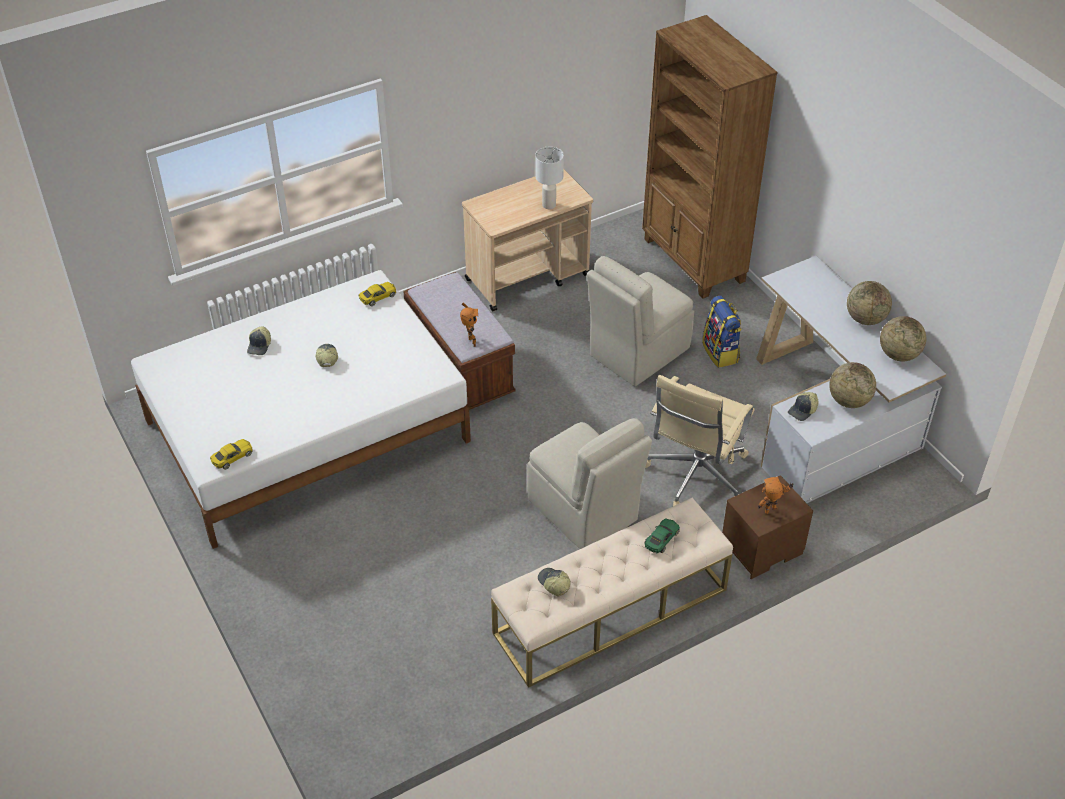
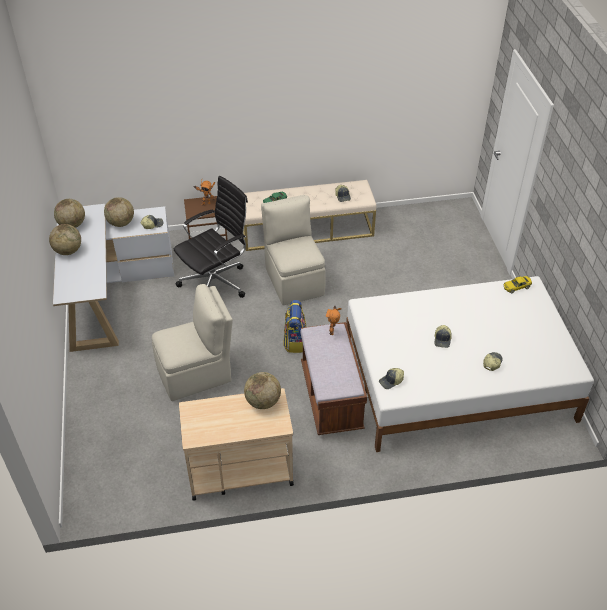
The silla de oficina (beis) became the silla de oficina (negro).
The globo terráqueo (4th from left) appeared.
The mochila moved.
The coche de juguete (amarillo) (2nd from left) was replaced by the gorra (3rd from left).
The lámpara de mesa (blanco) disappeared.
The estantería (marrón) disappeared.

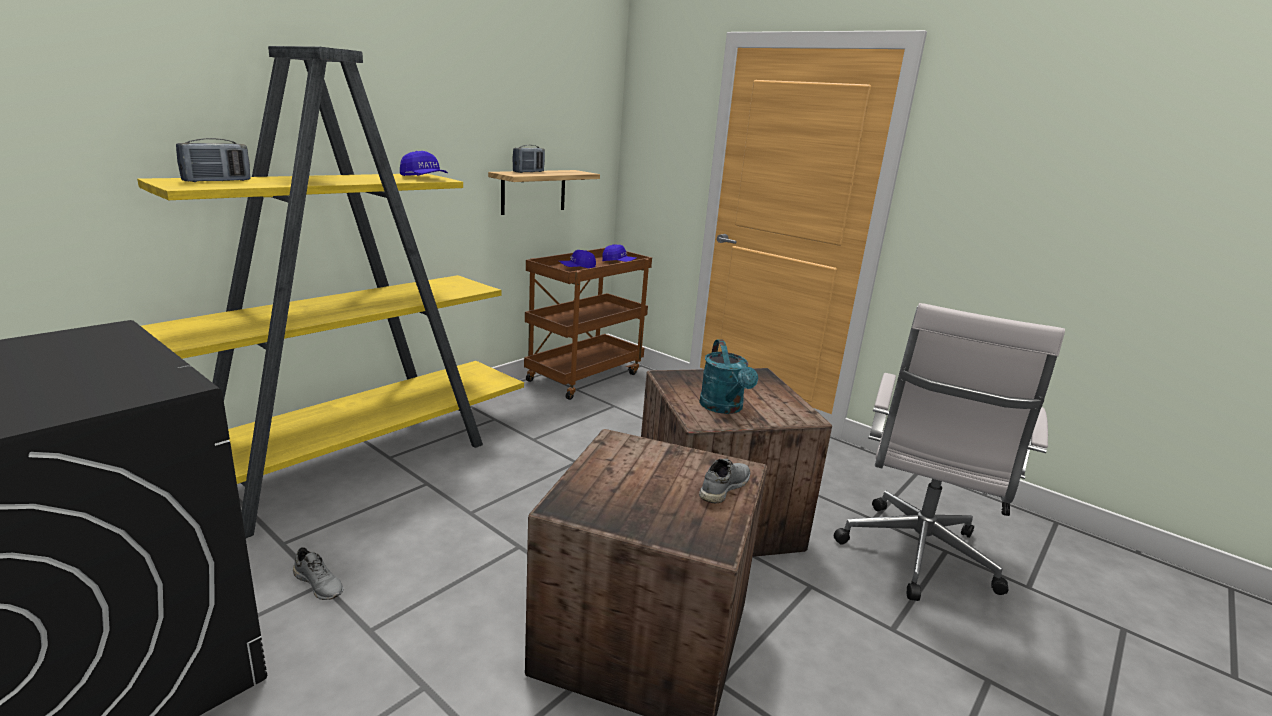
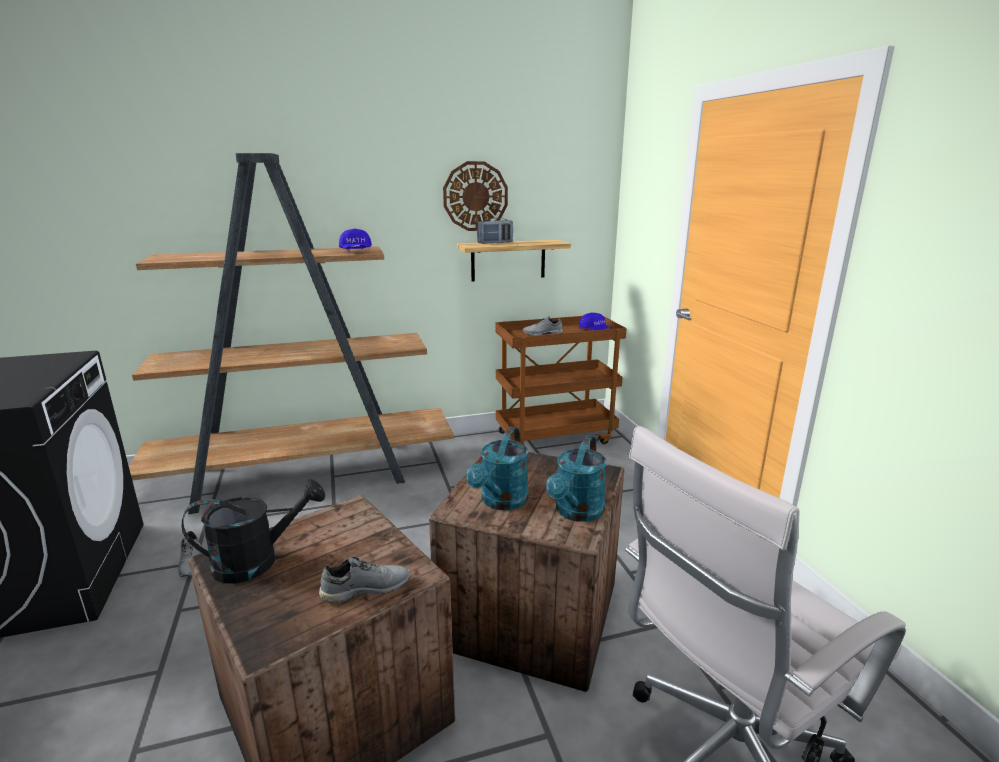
The estantería (amarillo) became the estantería (marrón).
The regadera (negro) appeared.
The reloj de pared appeared.
The gorra (azul) (2nd from left) was replaced by the zapato (gris) (3rd from left).
The regadera (turquesa) (2nd from left) appeared.
The radio (1st from left) disappeared.

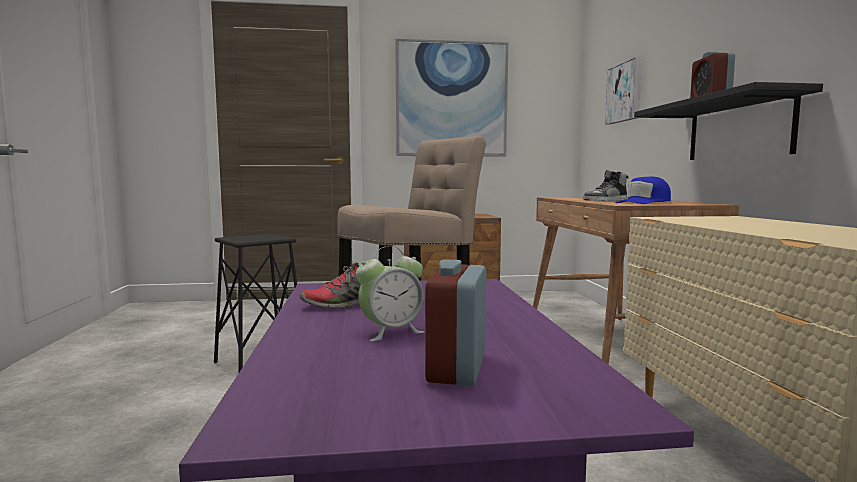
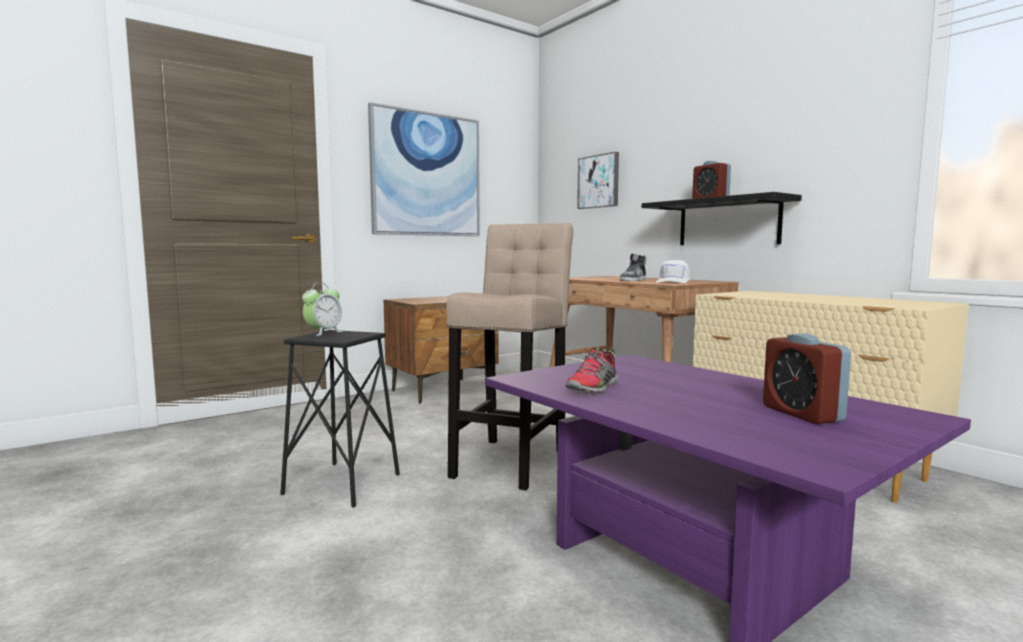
The despertador (1st from left) moved.
The gorra (azul) became the gorra (blanco).

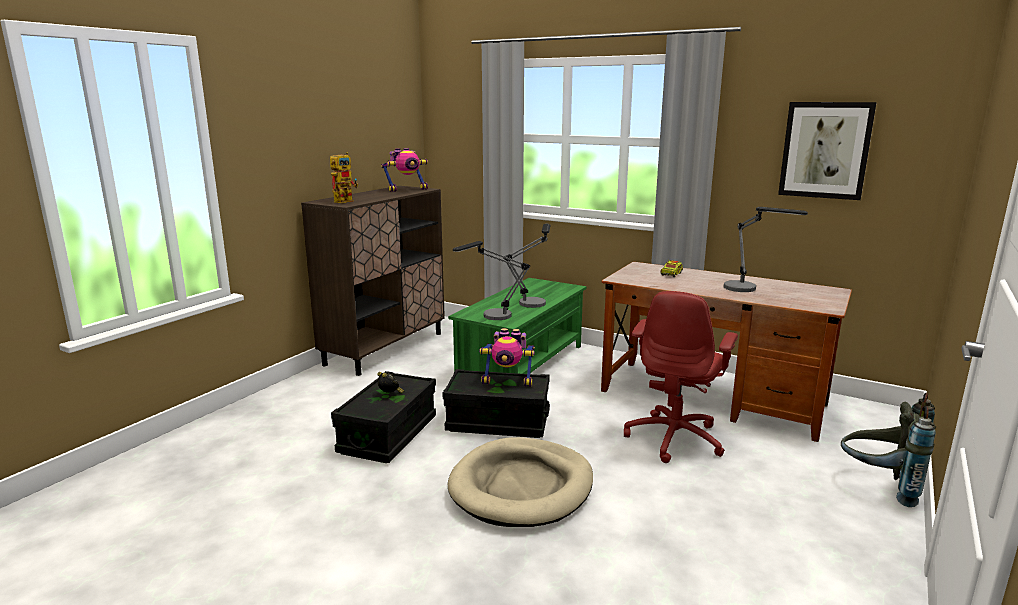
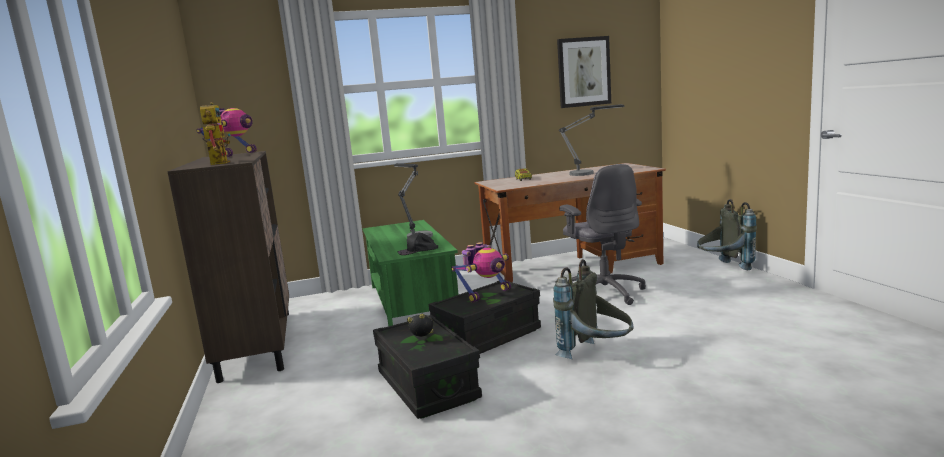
The lámpara de mesa (1st from left) was replaced by the gorra (negro).
The cama para perro (beis) was replaced by the mochila (gris) (1st from left).
The silla de oficina (rojo) became the silla de oficina (gris).

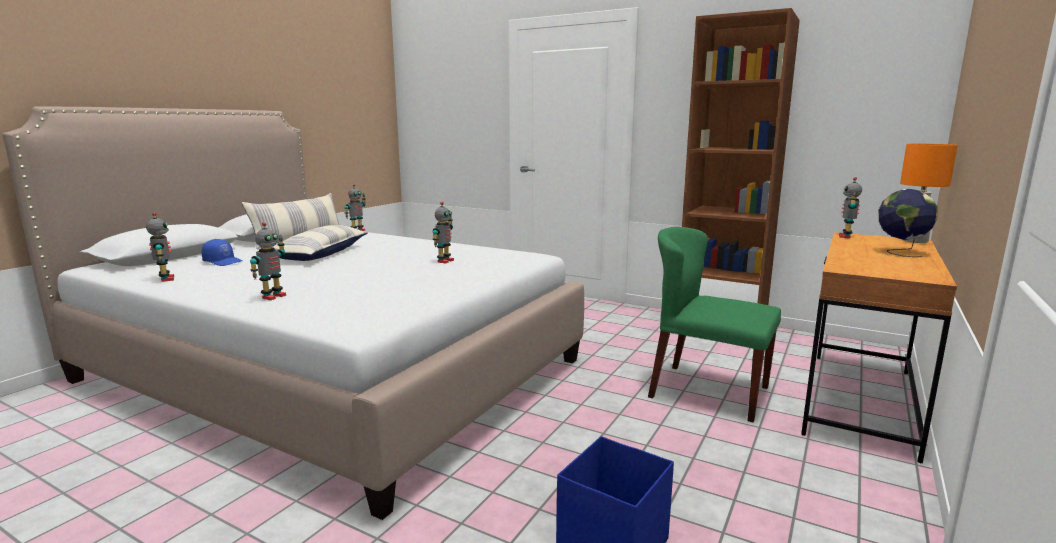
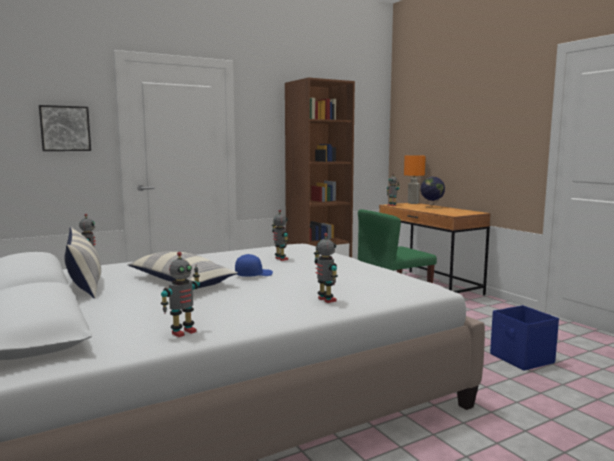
The cuadro appeared.
The robot de juguete (1st from left in the first image) turned 135 degrees clockwise.
The gorra (azul) moved.

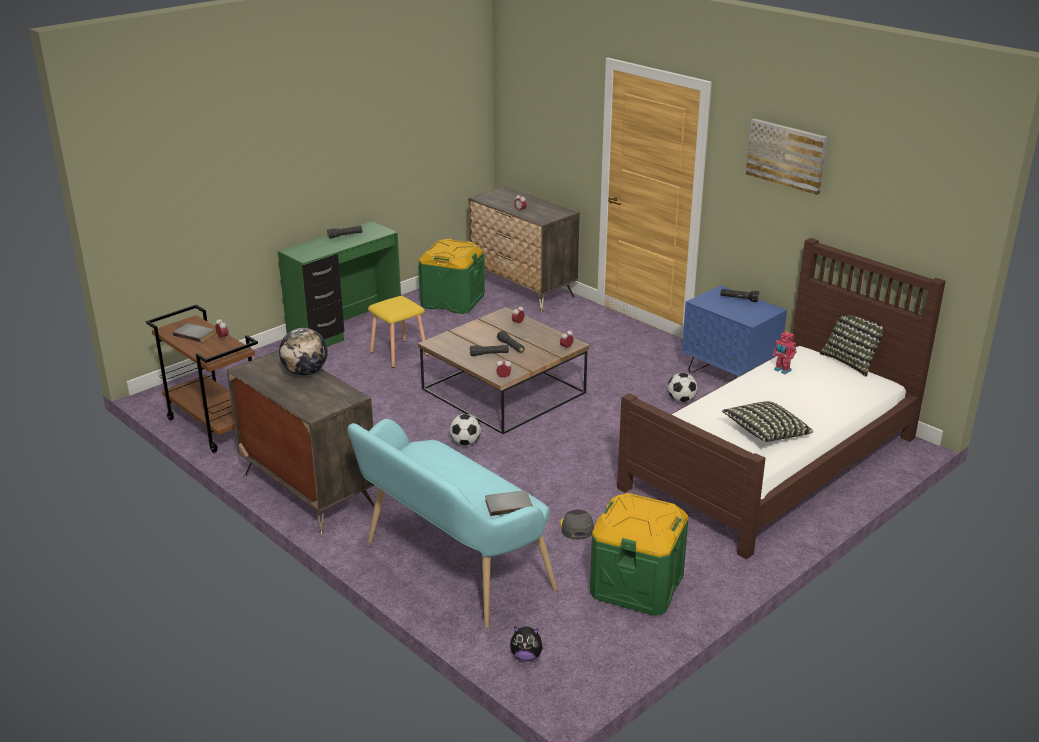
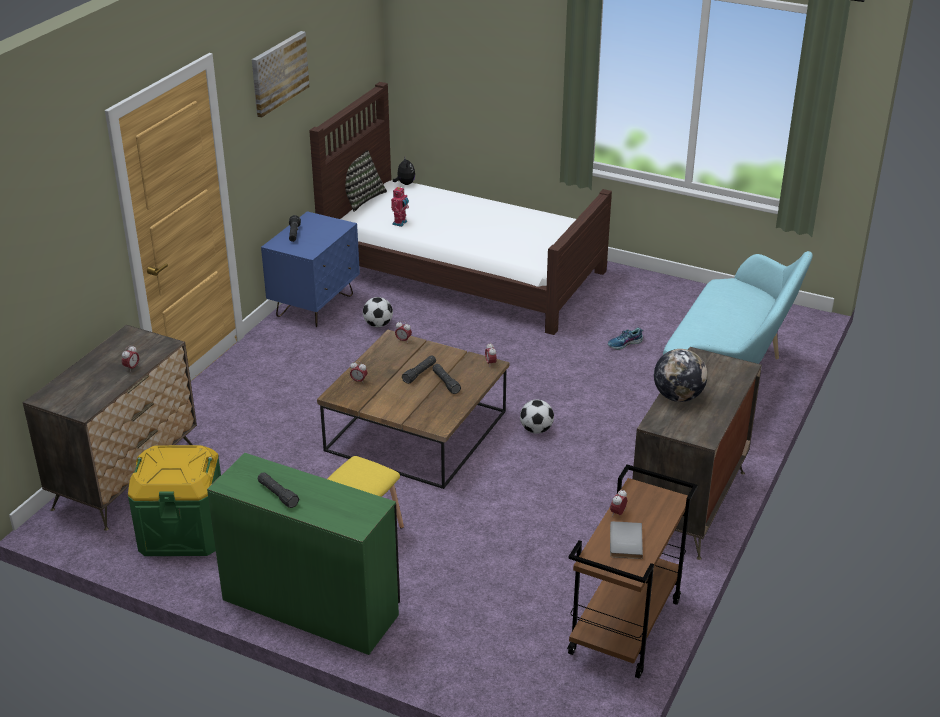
The peluche moved.
The gorra (gris) was replaced by the zapato.
The libro (gris) (2nd from left) disappeared.
The caja de almacenaje (verde) (2nd from left) disappeared.
The cojín (1st from left) disappeared.

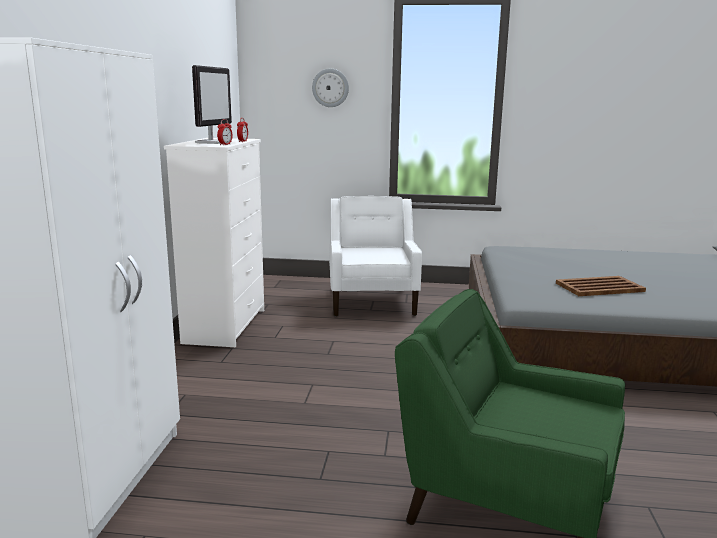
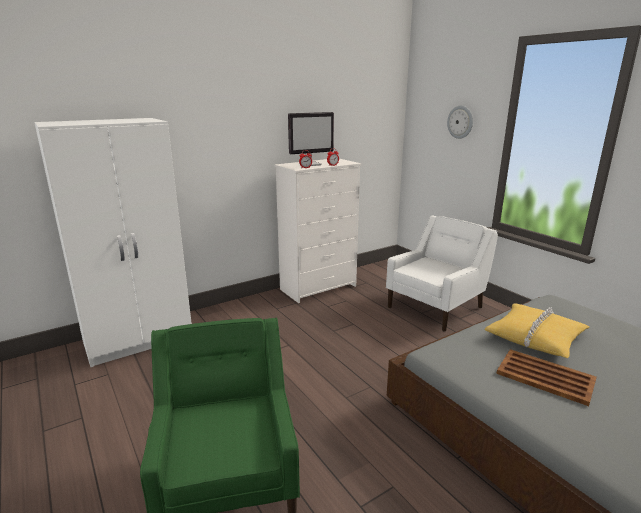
The cojín (amarillo) appeared.

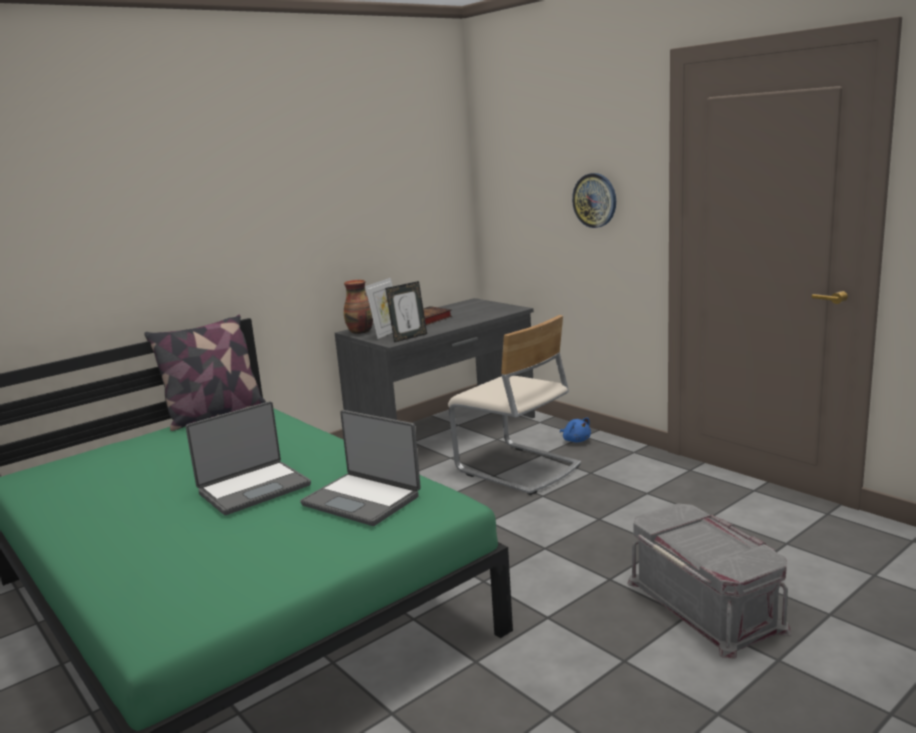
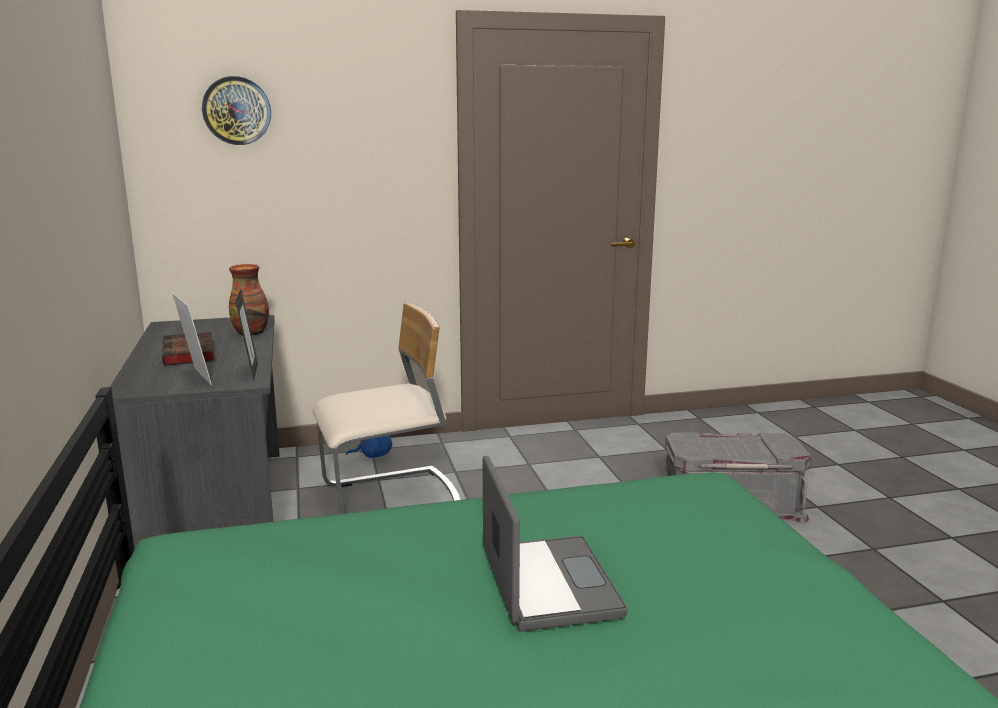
The reloj de pared moved.
The florero moved.
The cojín disappeared.
The portátil (2nd from left) disappeared.

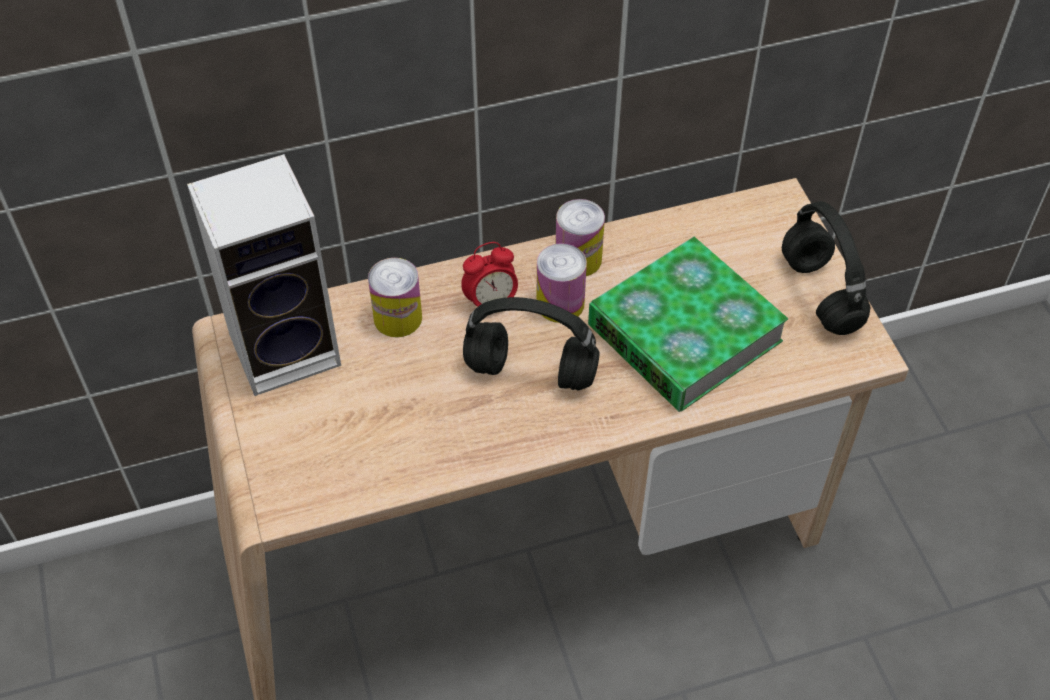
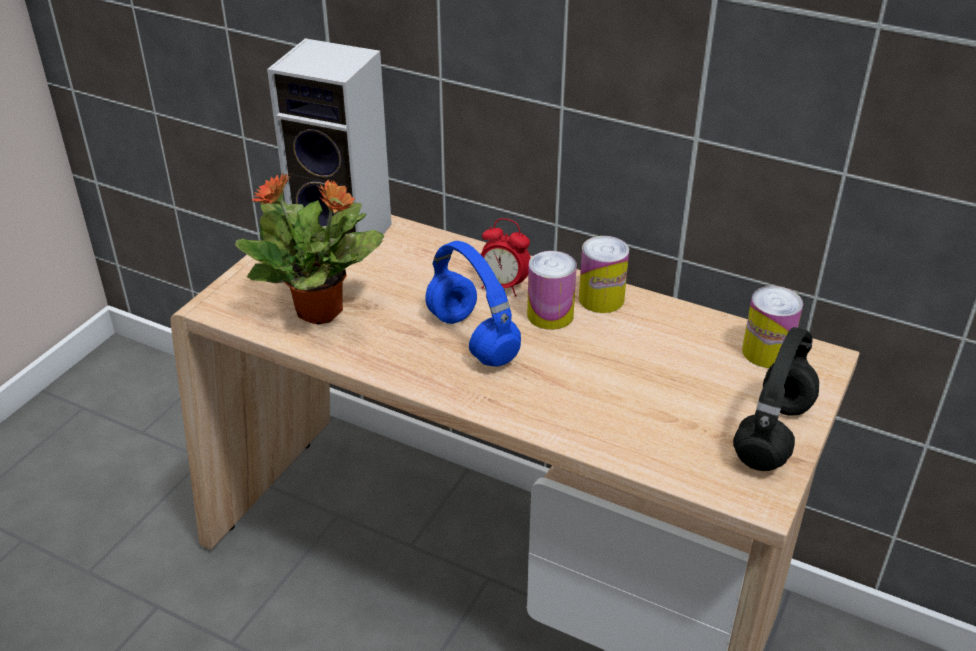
The planta en maceta appeared.
The auriculares (negro) (1st from left) became the auriculares (azul).
The lata (1st from left in the first image) moved.
The libro disappeared.

